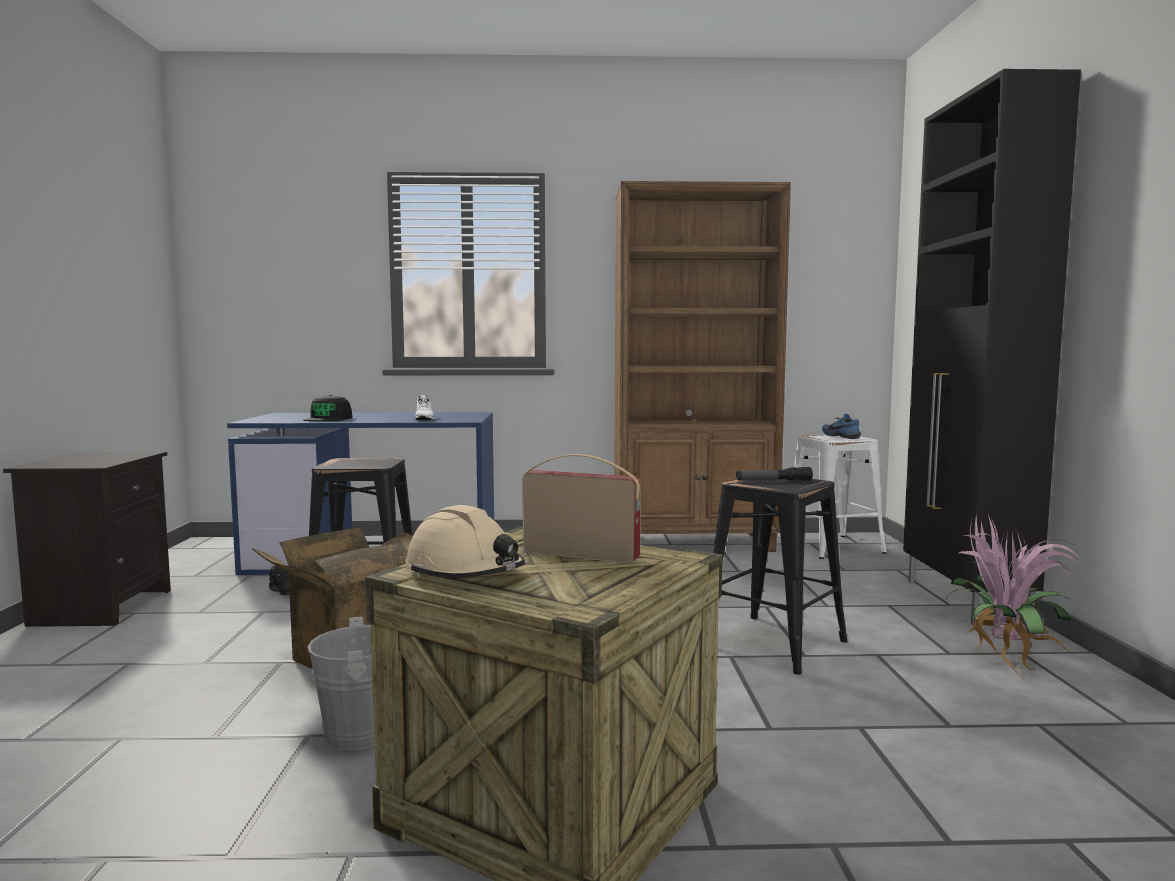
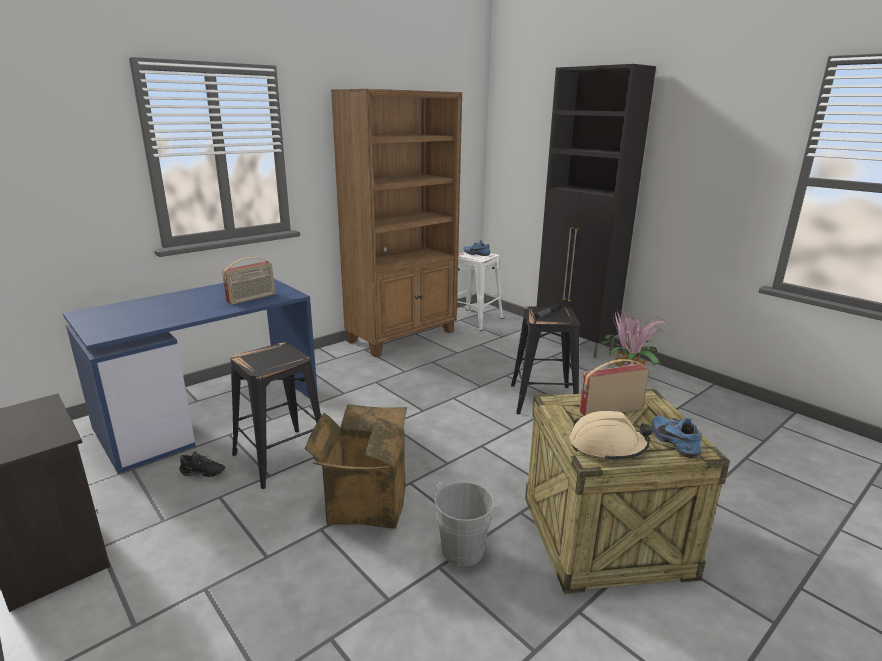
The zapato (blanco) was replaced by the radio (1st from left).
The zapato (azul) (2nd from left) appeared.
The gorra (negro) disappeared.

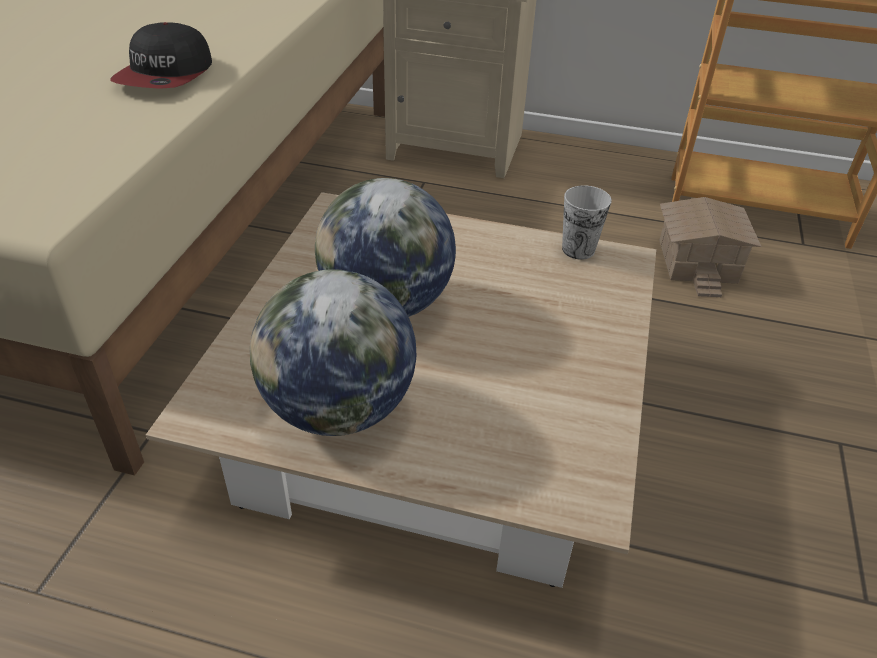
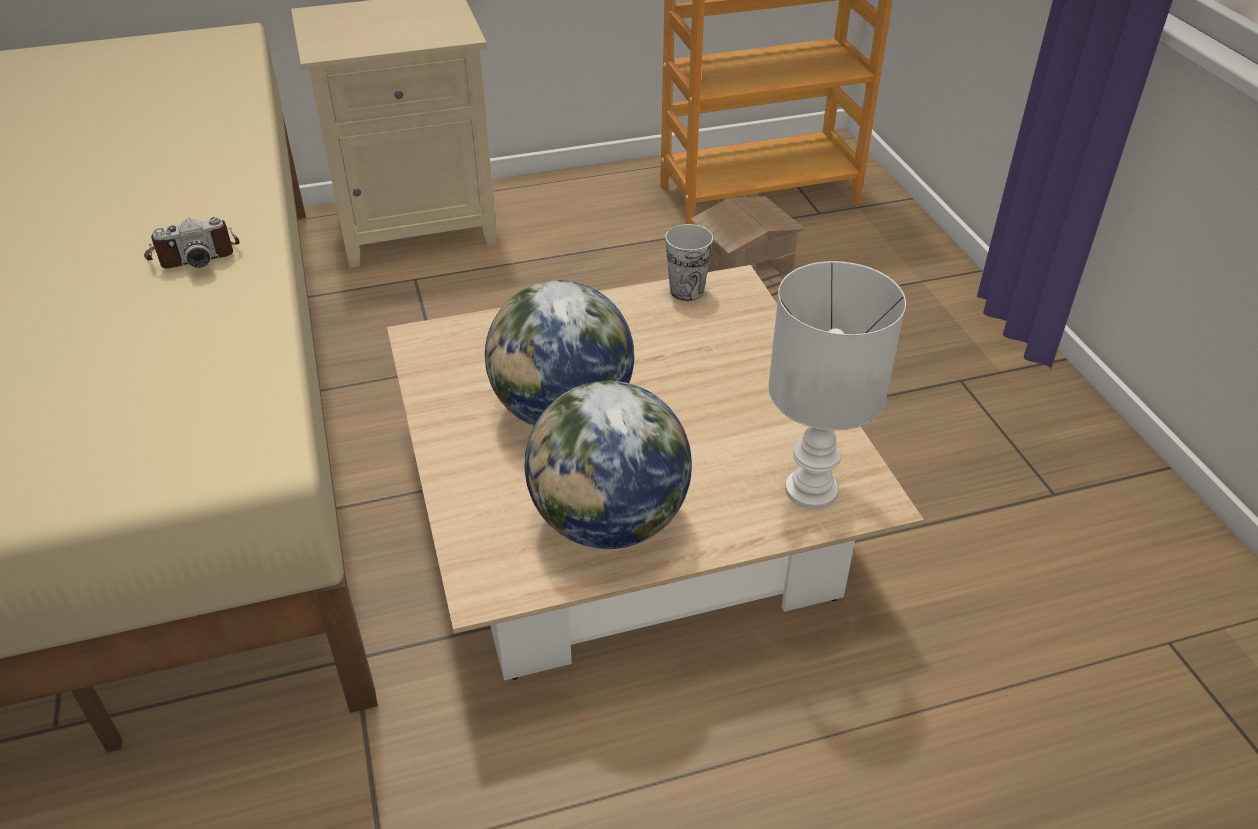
The gorra was replaced by the cámara.
The lámpara de mesa (blanco) appeared.

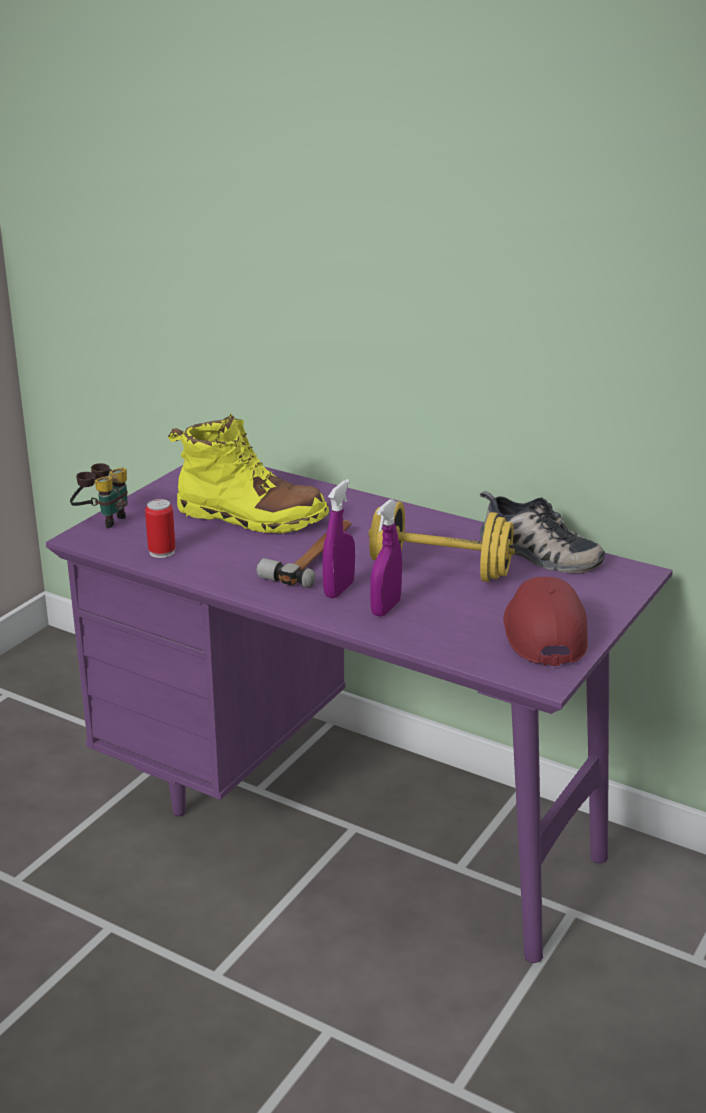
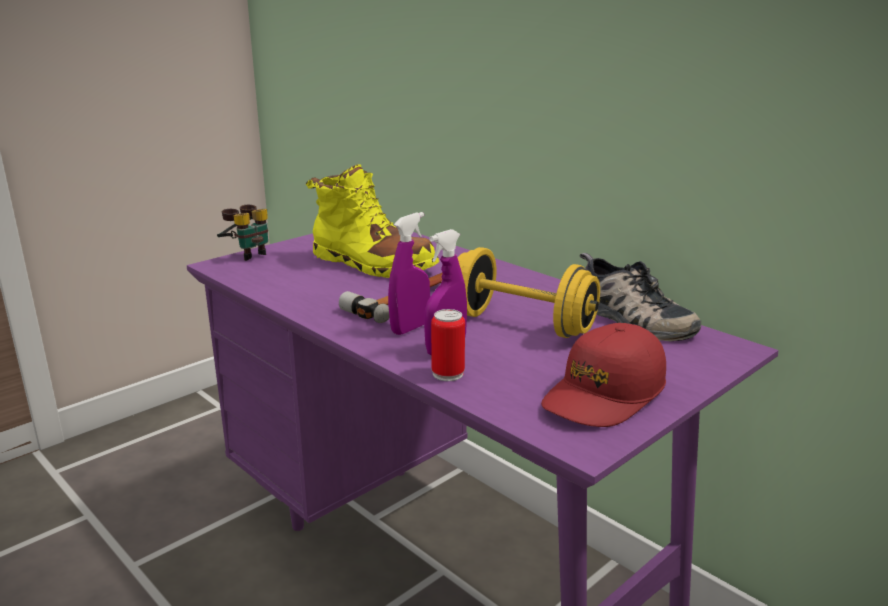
The lata moved.
The gorra (rojo) turned 150 degrees counterclockwise.

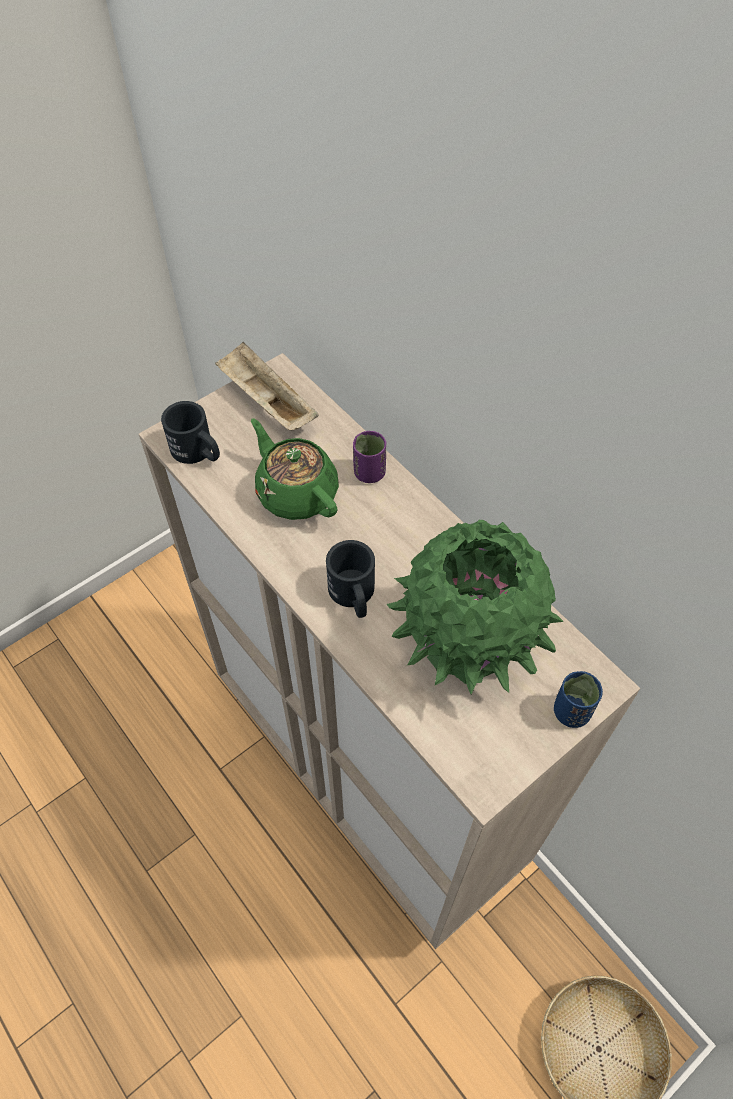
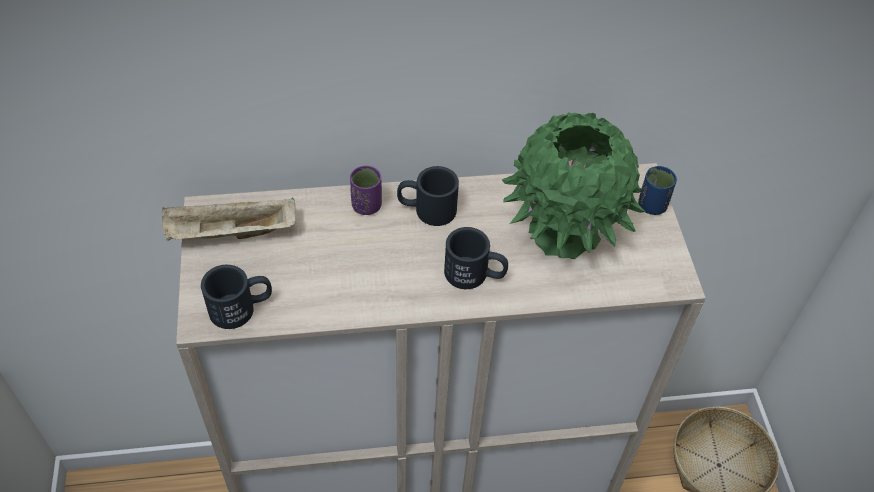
The taza grande (negro) (2nd from left) appeared.
The tetera (verde) disappeared.

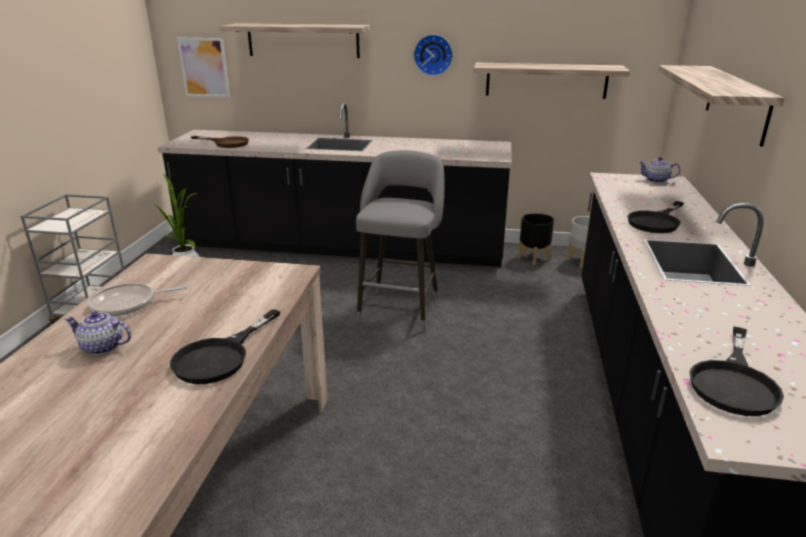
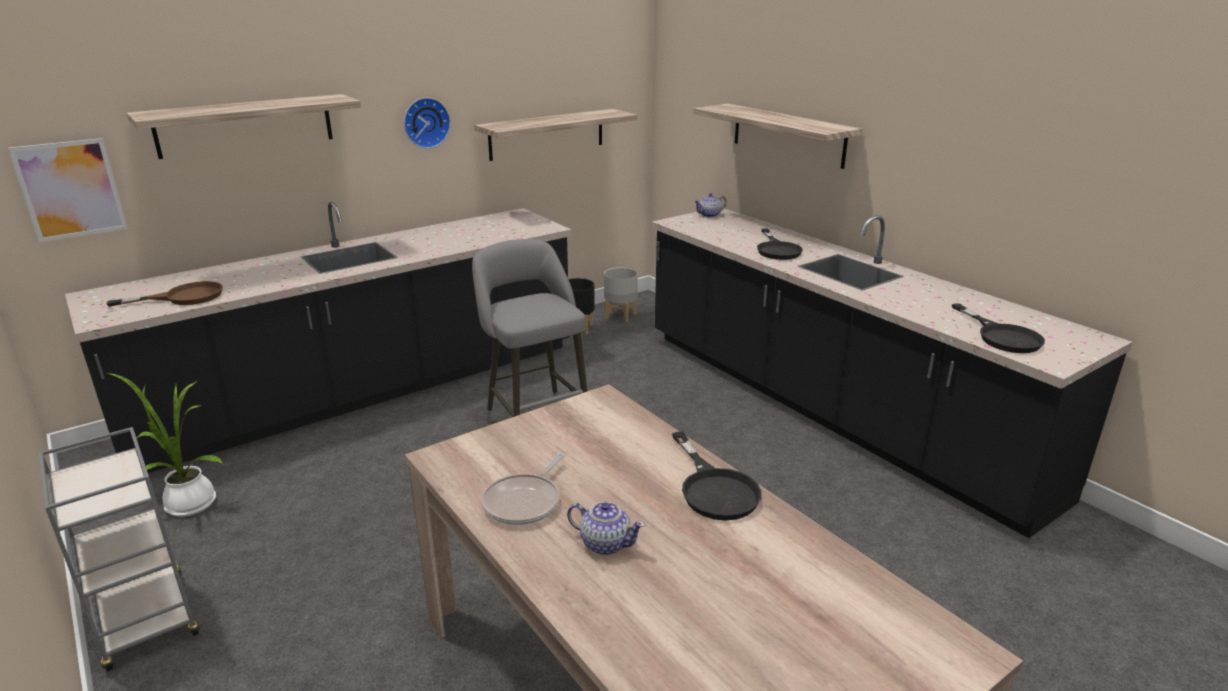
The tetera (1st from left) turned 120 degrees counterclockwise.

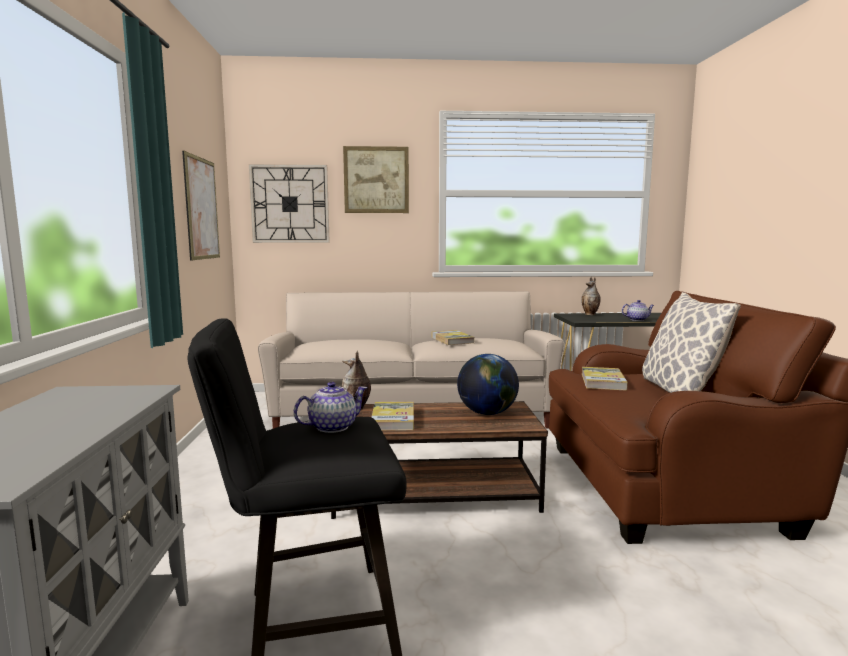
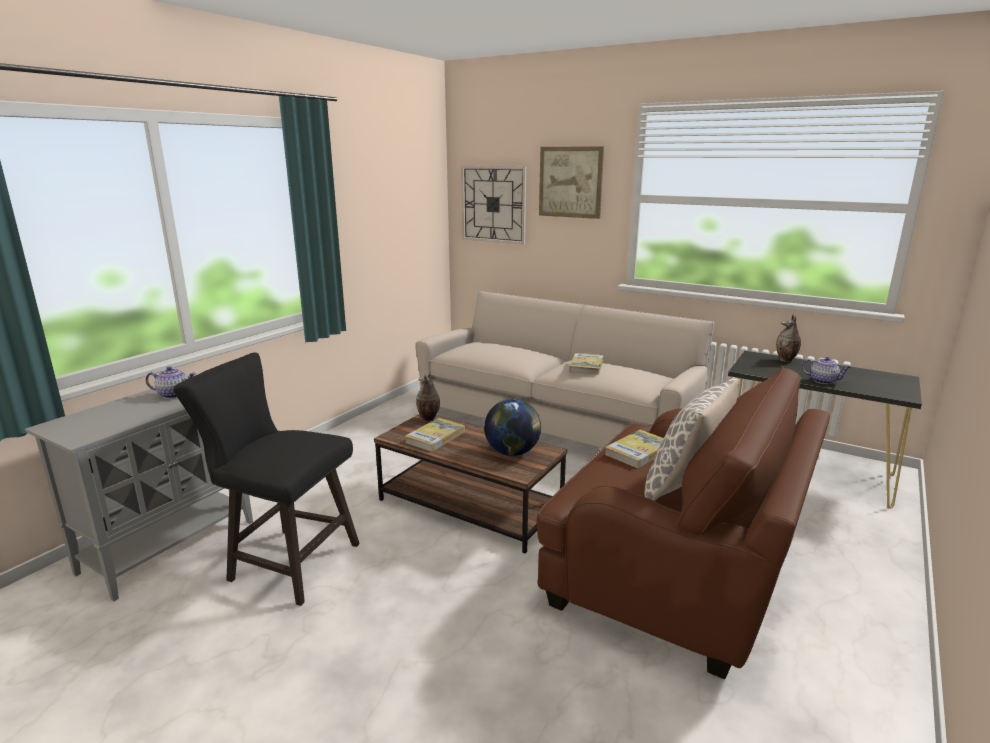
The tetera (1st from left) moved.
The cuadro (1st from left) disappeared.

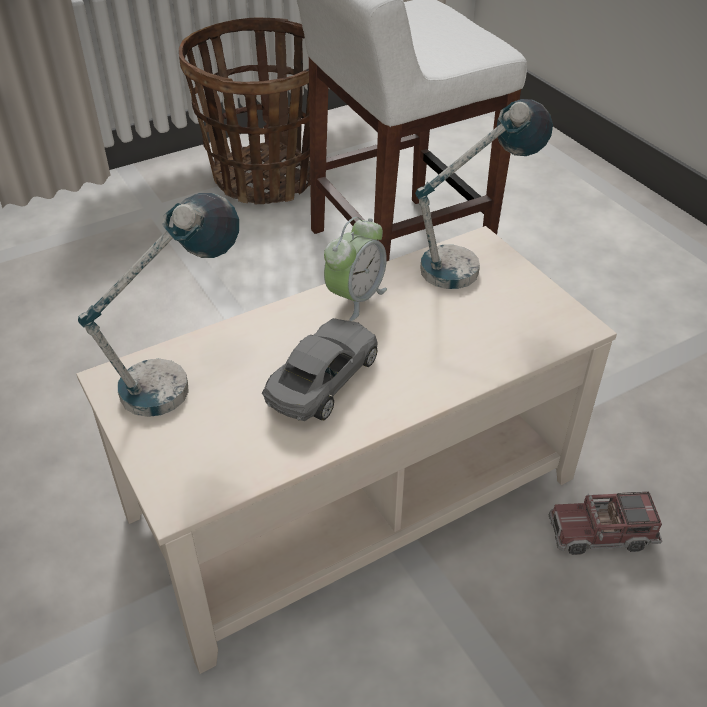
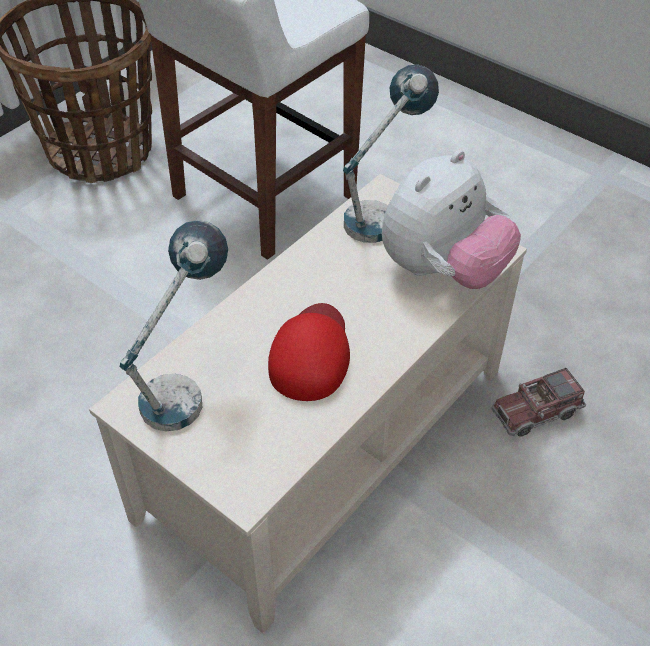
The coche de juguete (gris) was replaced by the gorra (rojo).
The peluche appeared.
The despertador disappeared.

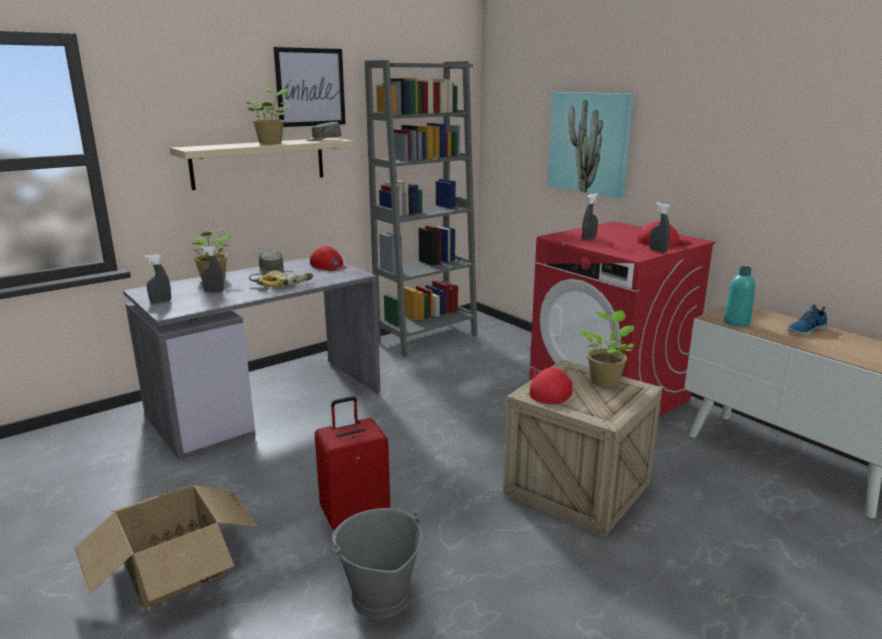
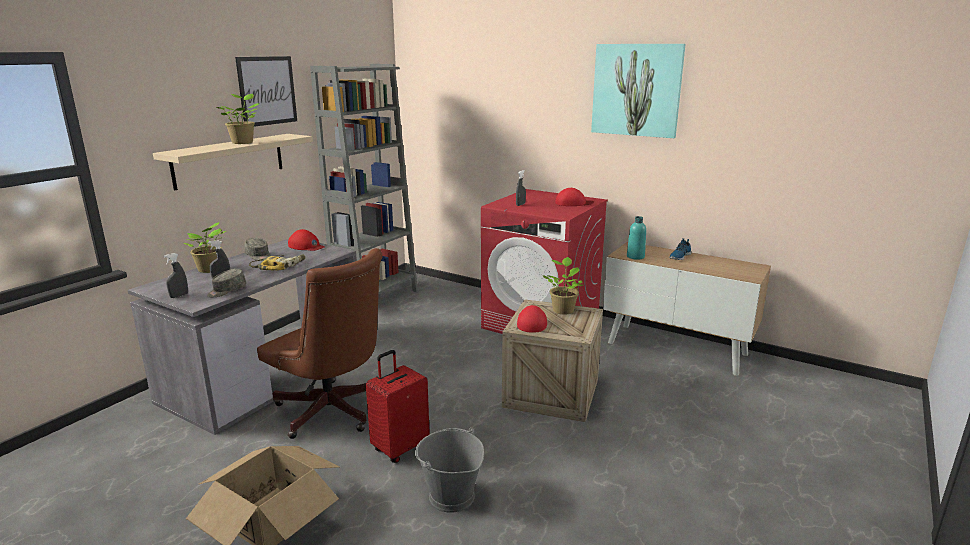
The gorra (gris) (2nd from left in the first image) moved.
The silla de oficina (marrón) appeared.
The cuadro (2nd from left) moved.
The pulverizador (gris) (4th from left) disappeared.

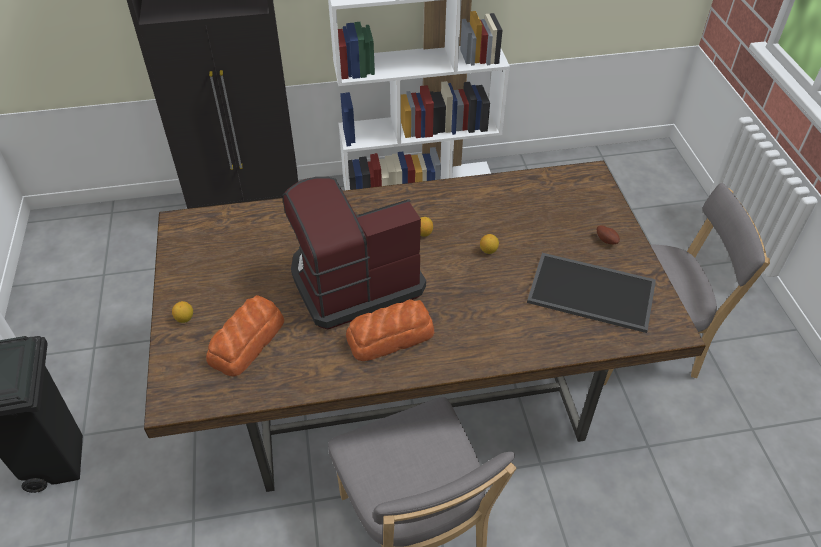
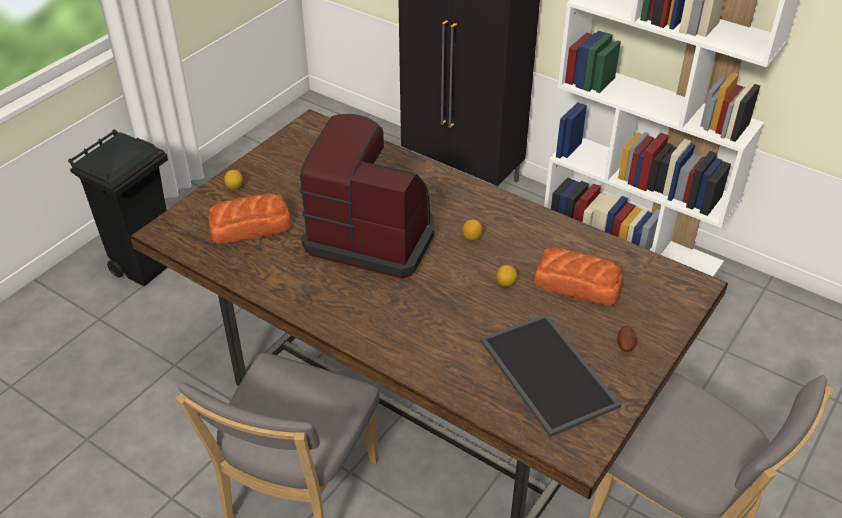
The pan (2nd from left) moved.

